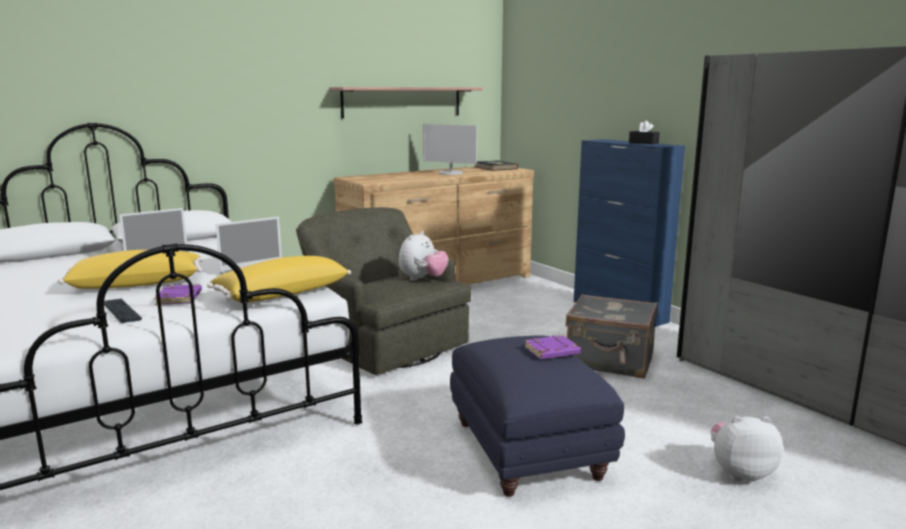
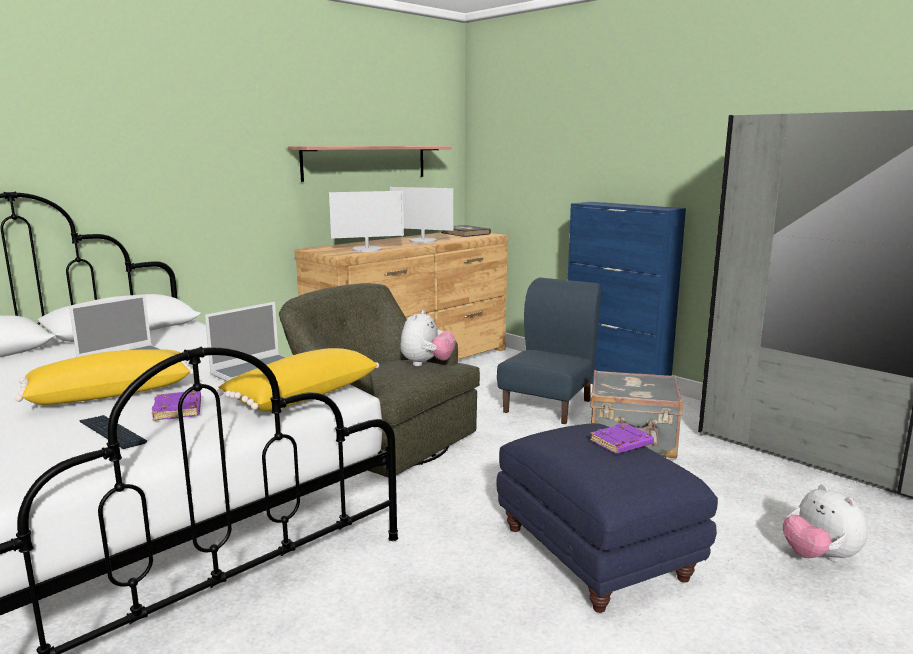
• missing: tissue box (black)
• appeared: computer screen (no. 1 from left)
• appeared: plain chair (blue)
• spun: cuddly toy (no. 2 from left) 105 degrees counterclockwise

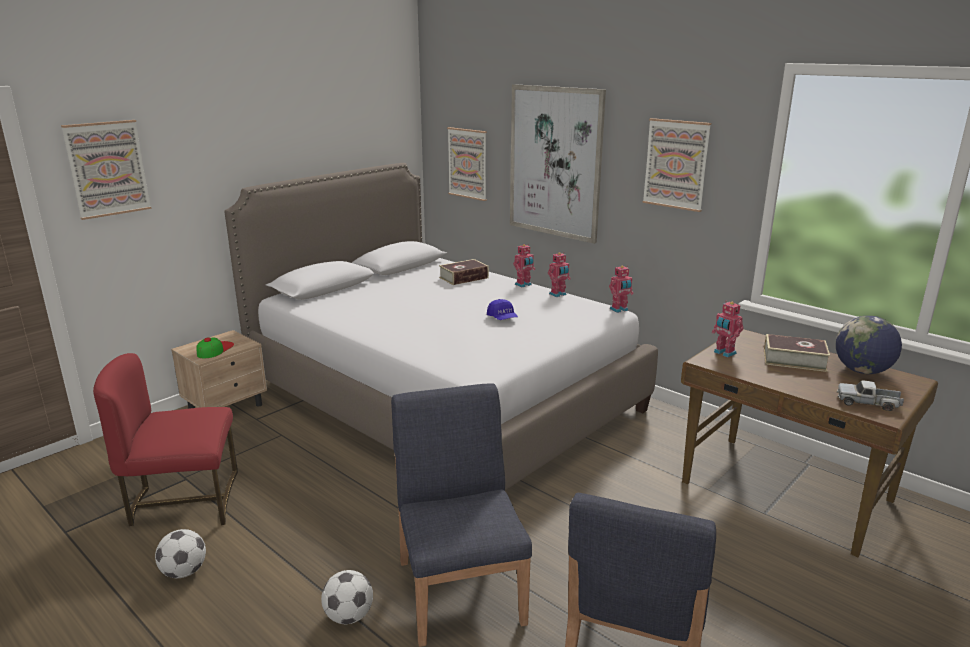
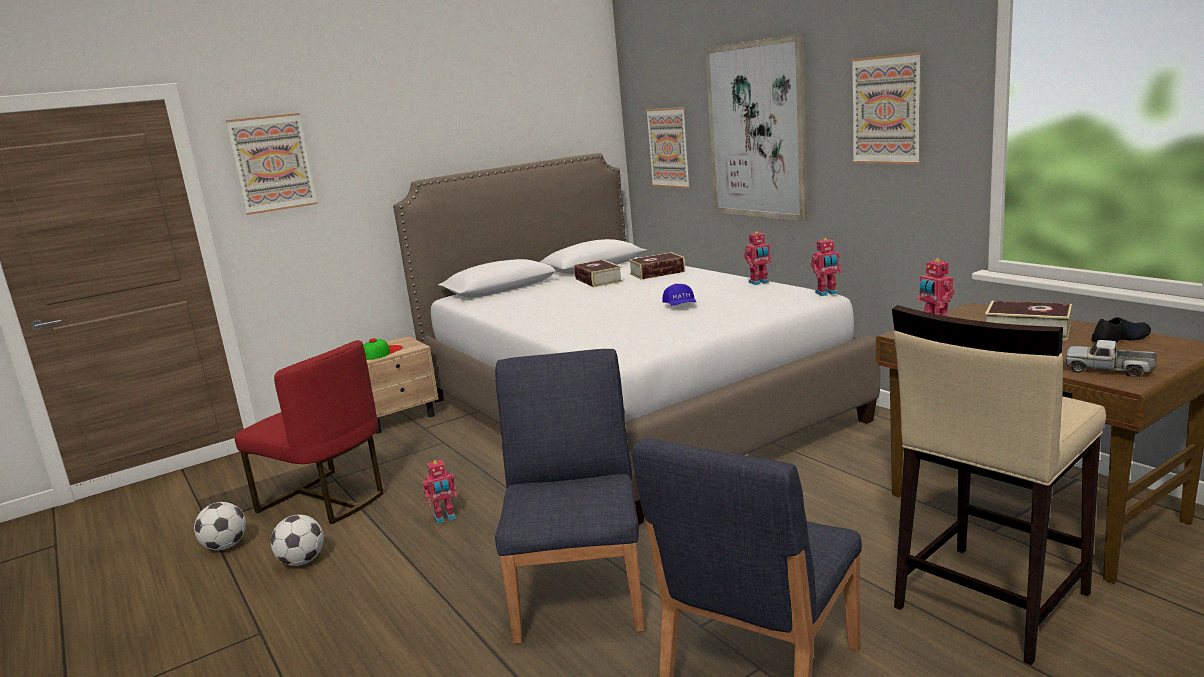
• appeared: book (no. 1 from left)
• appeared: stool seat (beige-coloured)
• relocated: football (no. 2 from left in the first image) to football (no. 1 from left)
• relocated: toy robot (no. 1 from left)
• exchanged: desk globe to item of footwear (black)
• spun: plain chair (red-coloured) 150 degrees counterclockwise

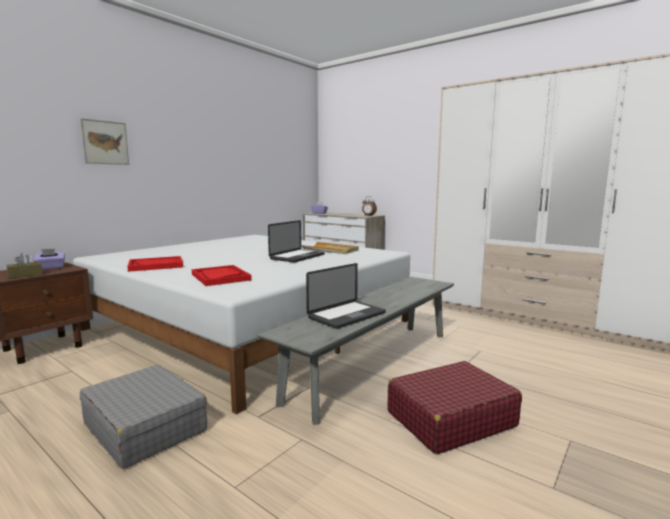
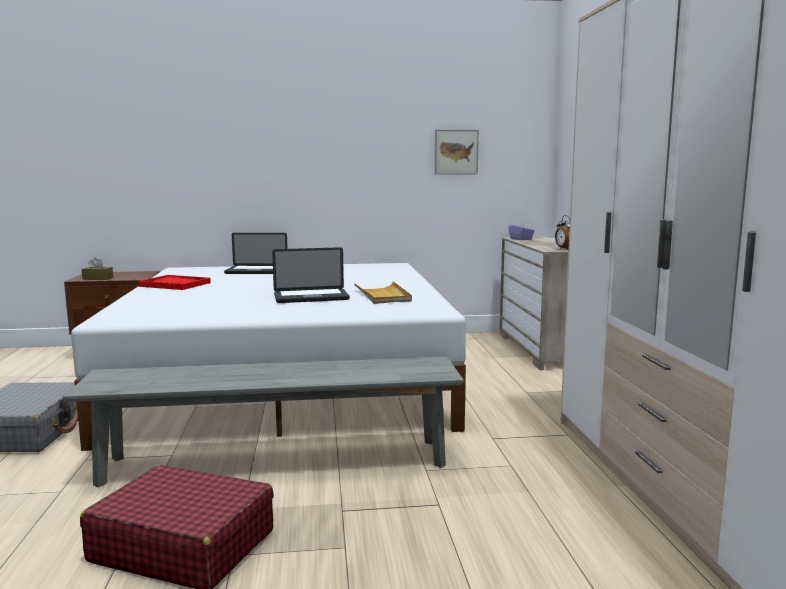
• missing: tissue box (purplish) (no. 1 from left)
• missing: serving tray (red-coloured) (no. 2 from left)
• relocated: wall art
• relocated: portable computer (no. 2 from left in the first image) to portable computer (no. 1 from left)

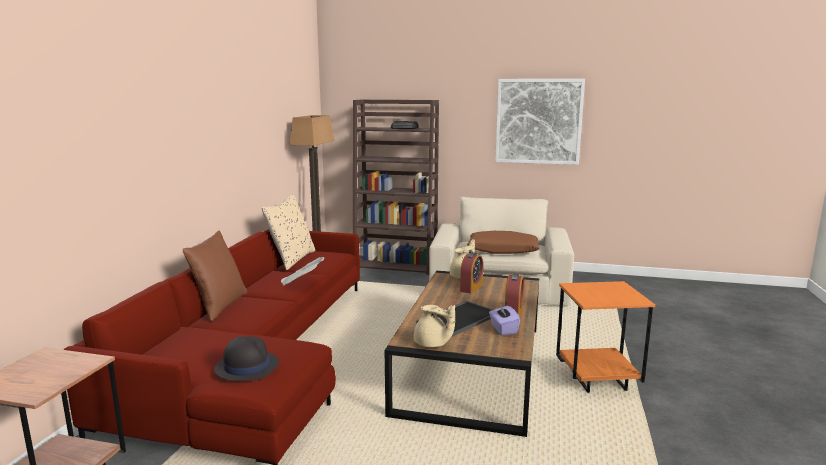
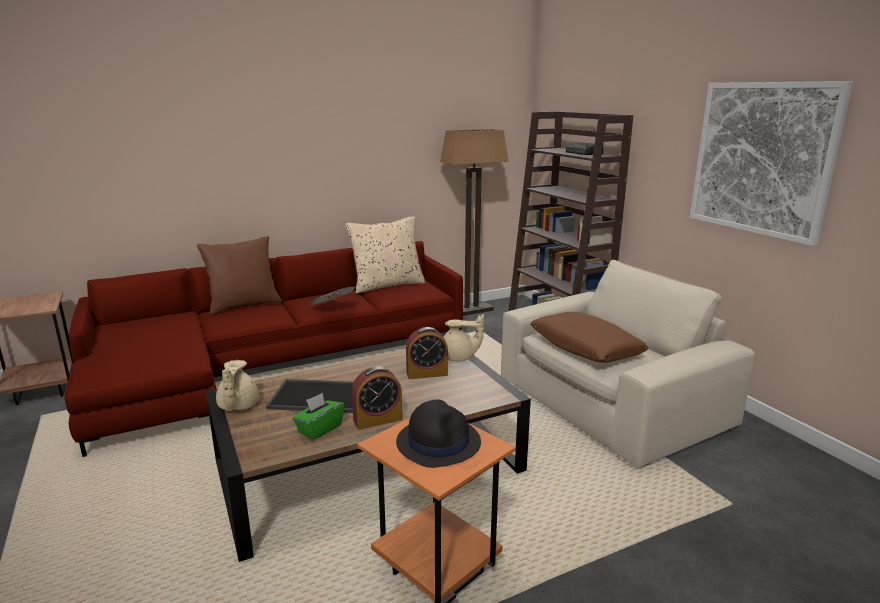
• relocated: hat (black)
• colour: tissue box (purplish) to tissue box (green-coloured)

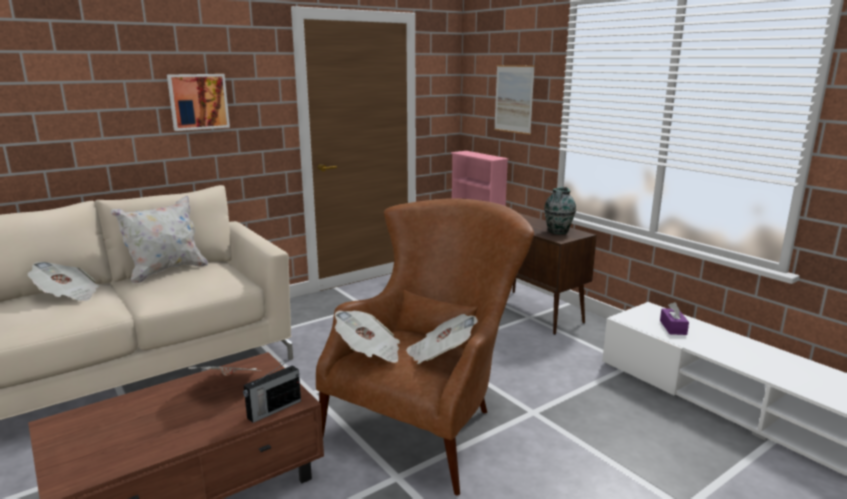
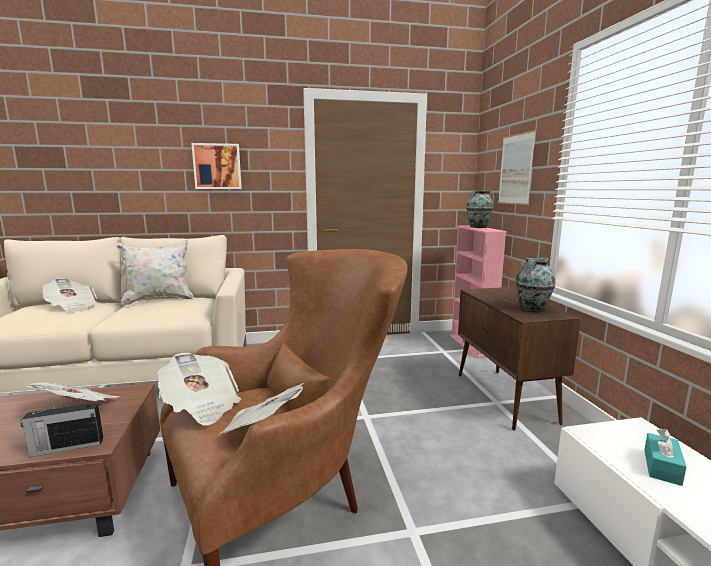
• appeared: decorative vase (no. 1 from left)
• colour: tissue box (purplish) to tissue box (turquoise)

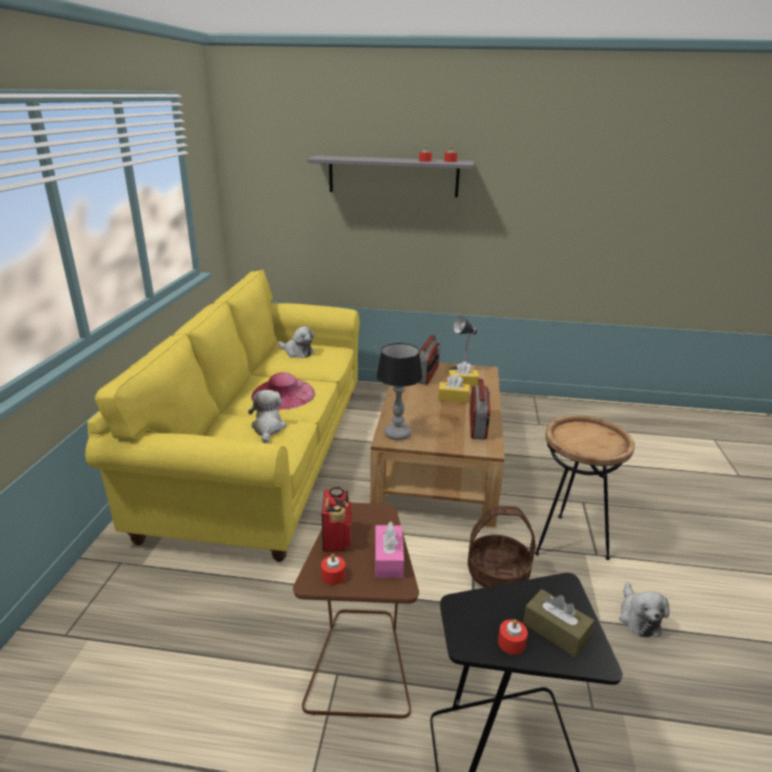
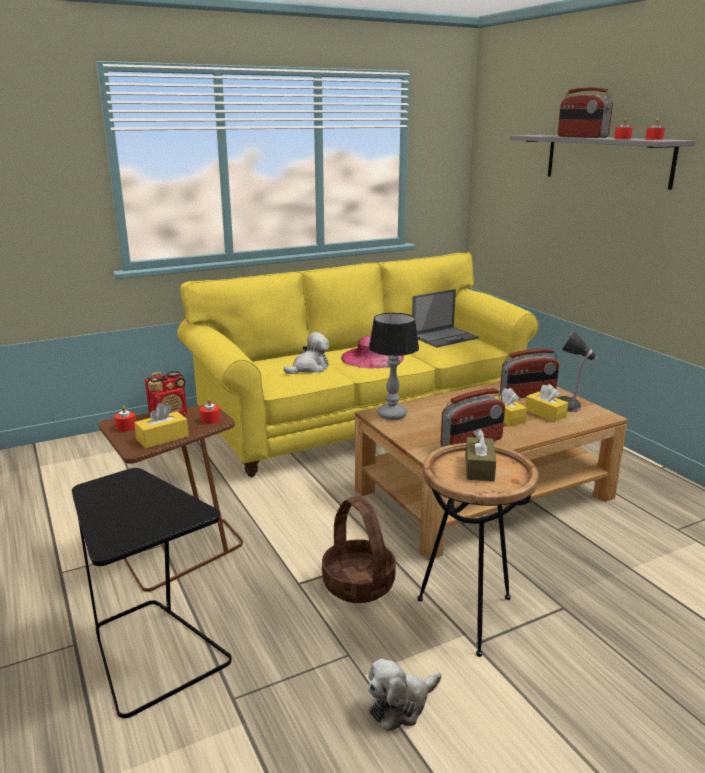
• appeared: radio (no. 4 from left)
• relocated: candle (red-coloured) (no. 4 from left in the first image) to candle (red-coloured) (no. 2 from left)
• relocated: tissue box (brown)
• exchanged: cuddly toy (no. 2 from left) to portable computer
• colour: tissue box (pinkish) to tissue box (yellowish) (no. 1 from left)

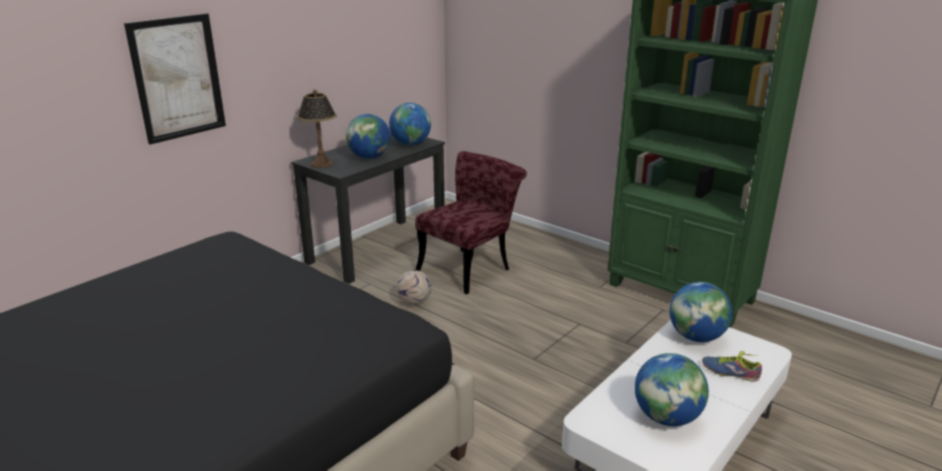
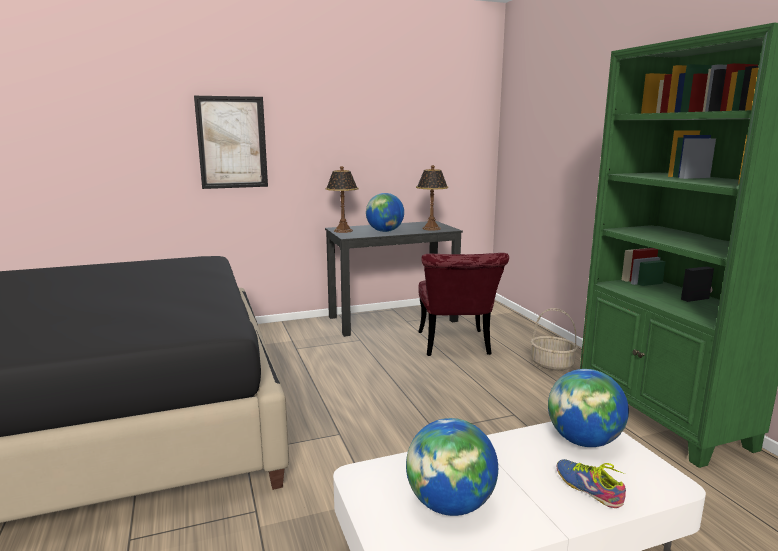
• missing: football
• appeared: storage basket
• exchanged: desk globe (no. 2 from left) to lamp for a table (no. 2 from left)
• spun: plain chair (red-coloured) 105 degrees clockwise

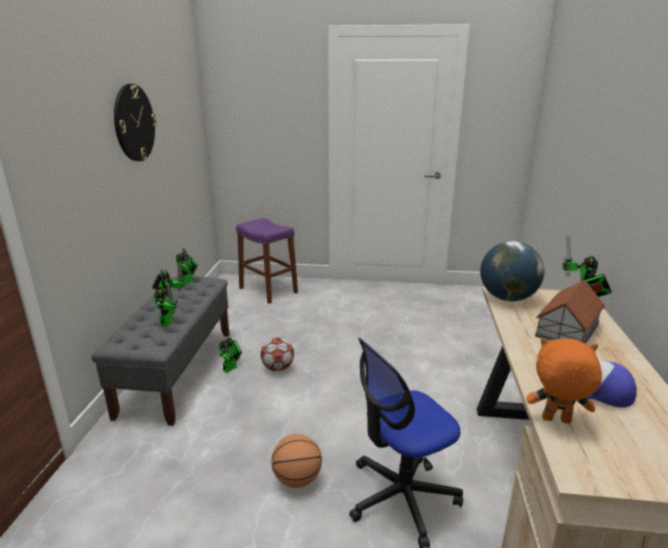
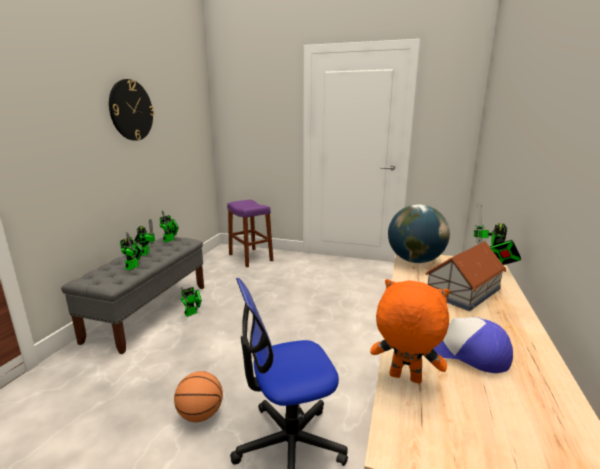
• missing: football

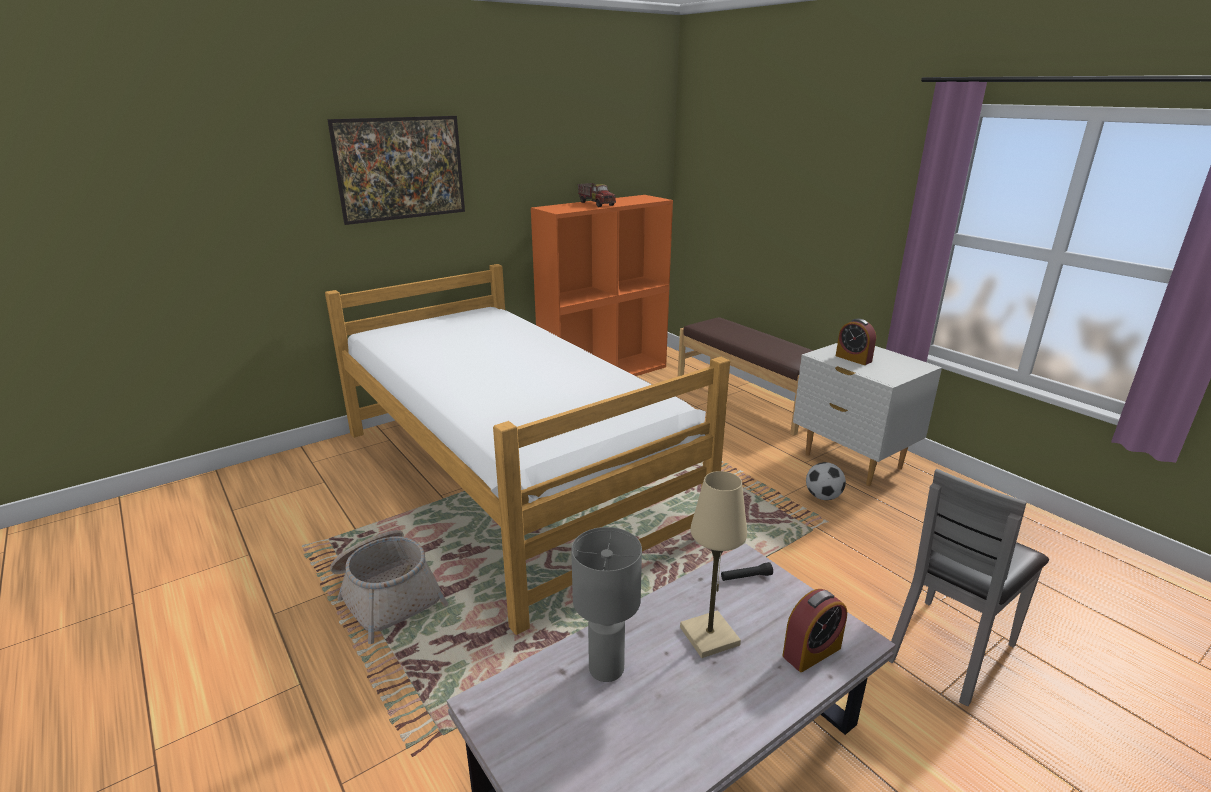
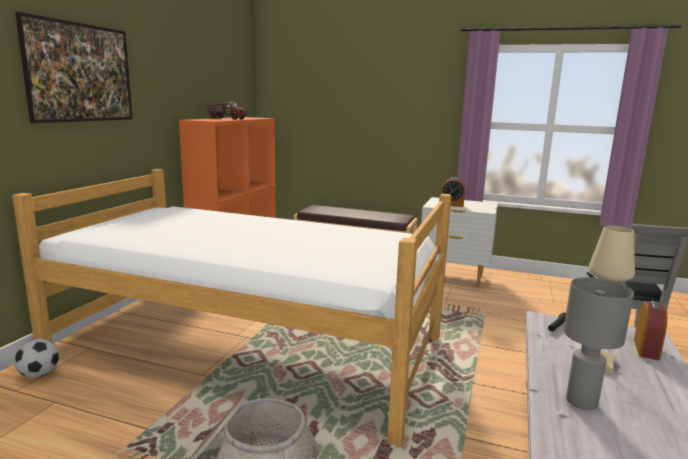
• relocated: football

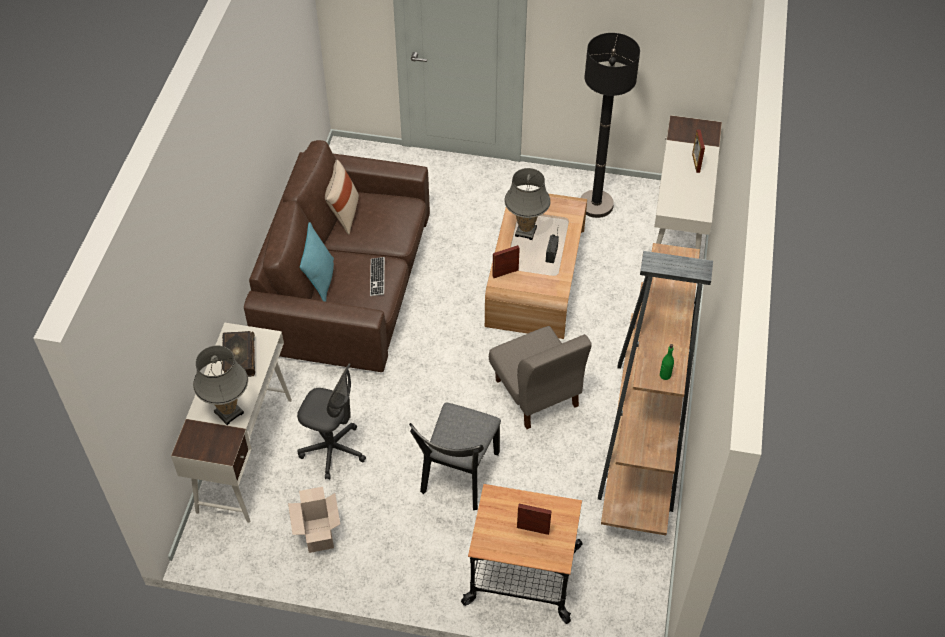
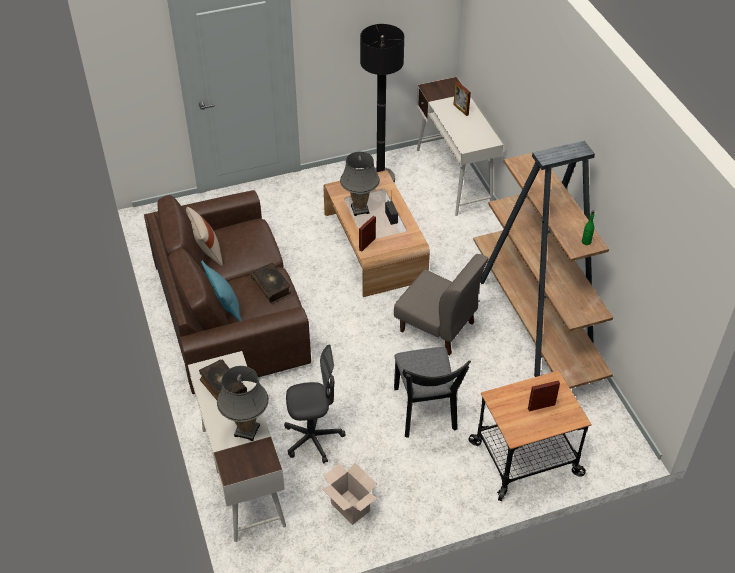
• exchanged: PC keyboard to book (no. 2 from left)

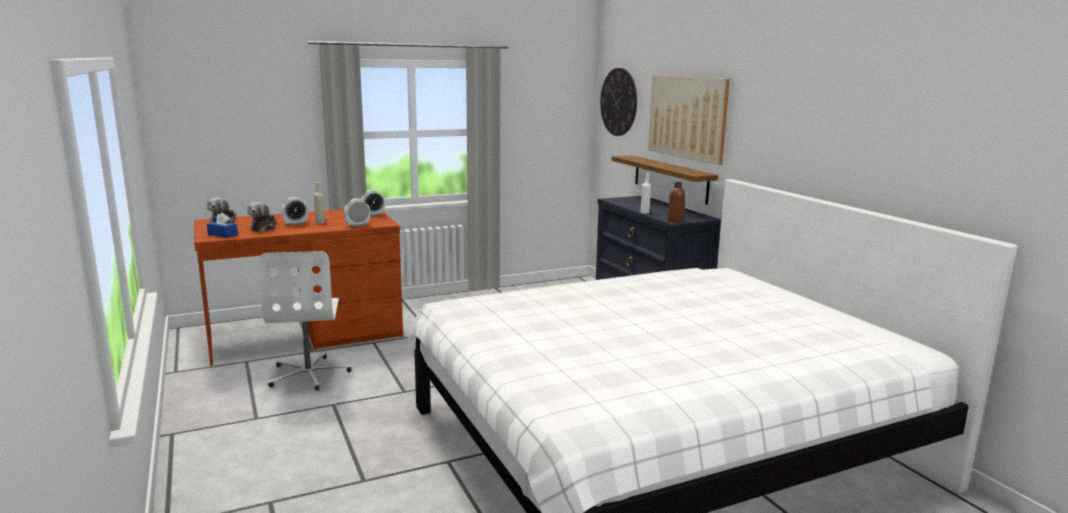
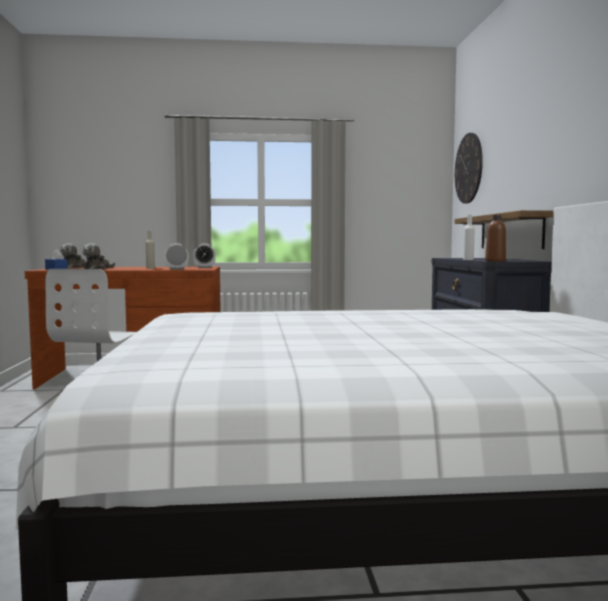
• missing: table clock (no. 1 from left)
• missing: wall art

